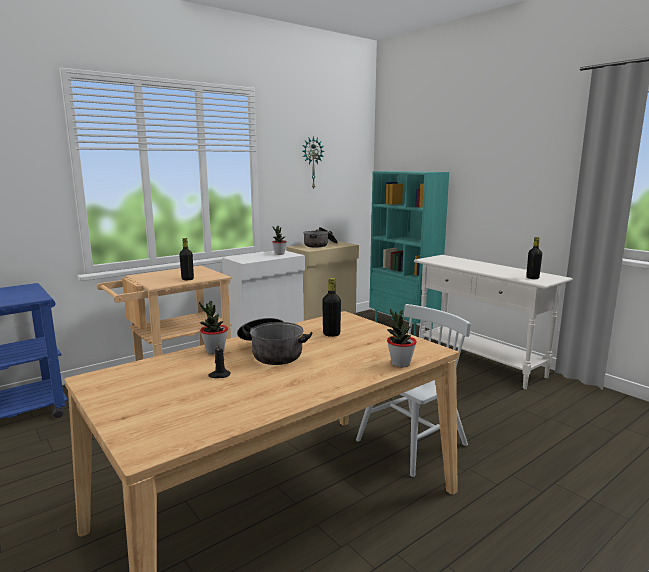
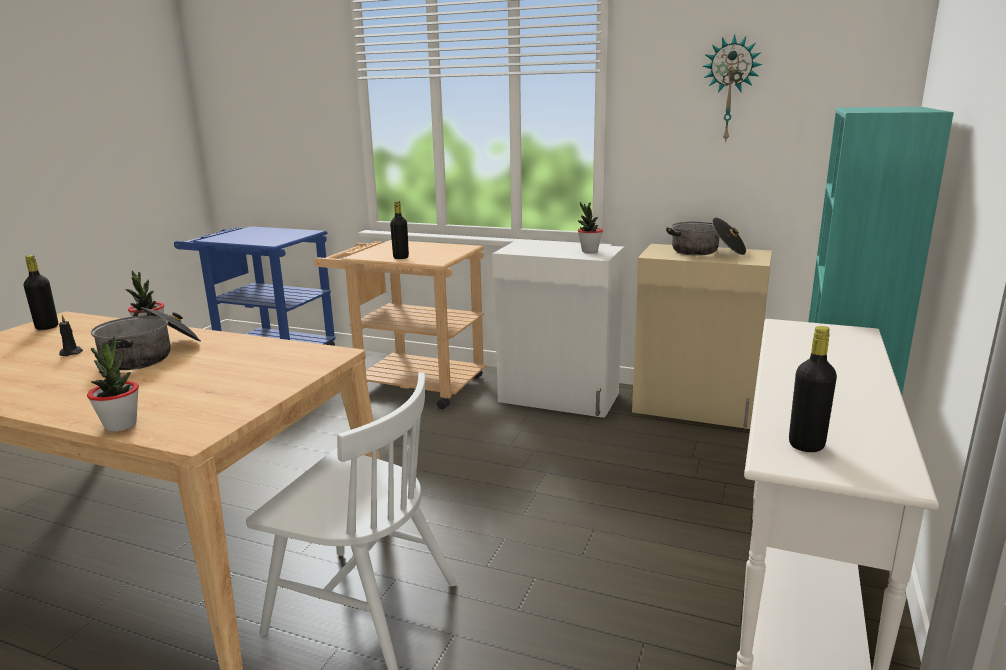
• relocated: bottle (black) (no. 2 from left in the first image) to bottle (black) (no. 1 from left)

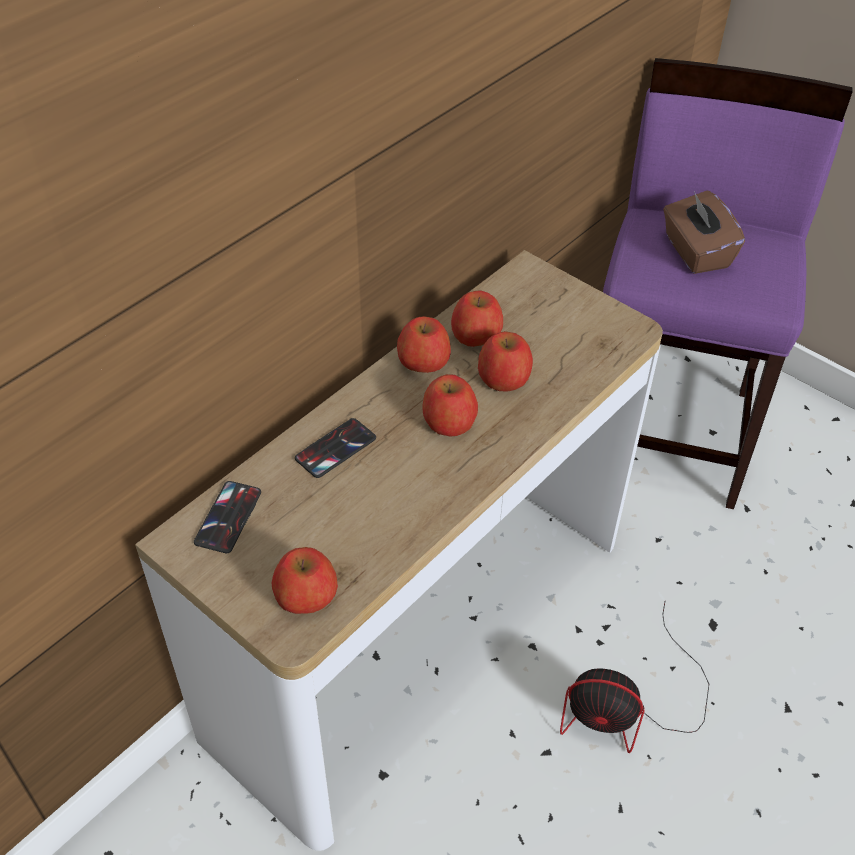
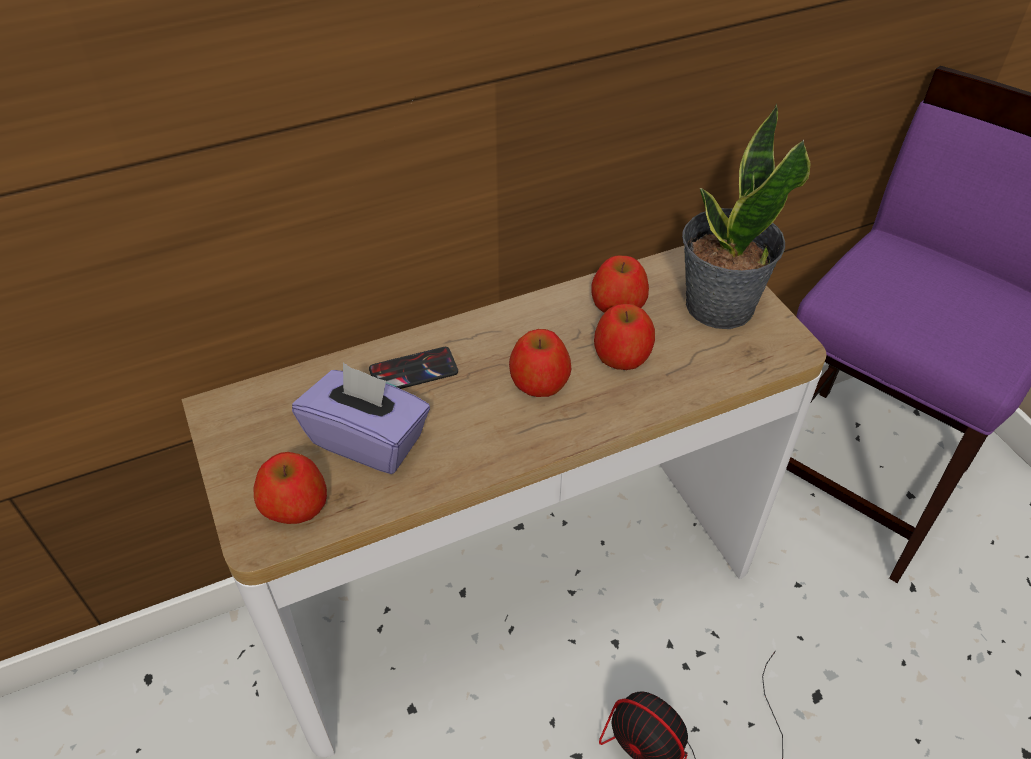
• missing: handset (no. 1 from left)
• missing: whole apple (no. 2 from left)
• missing: tissue box (brown)
• appeared: tissue box (purplish)
• appeared: houseplant

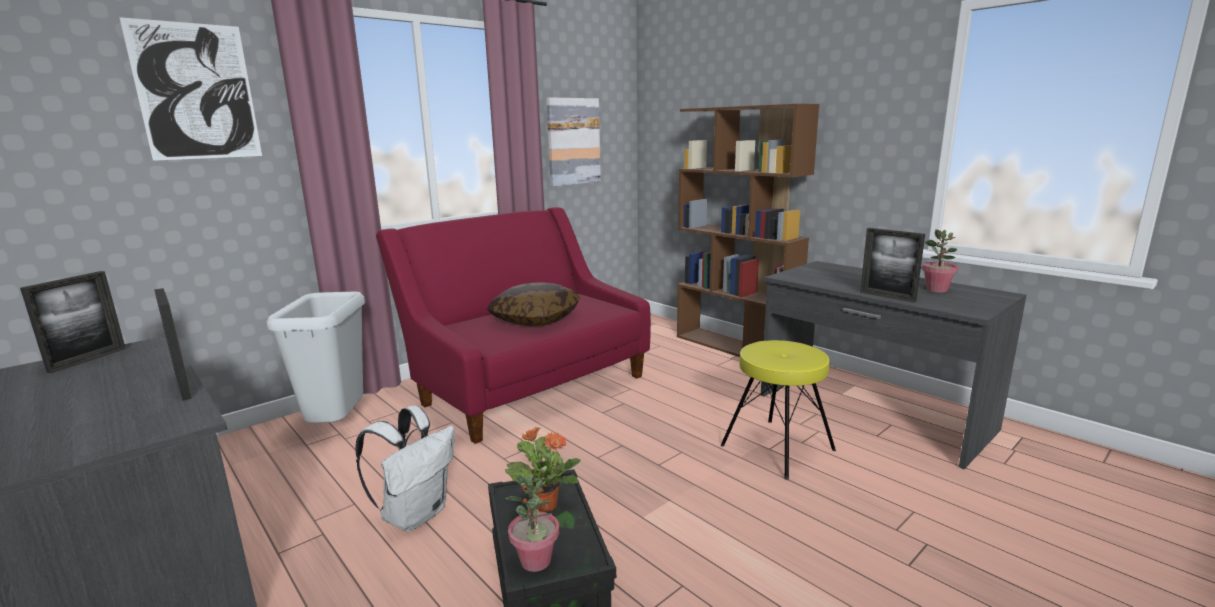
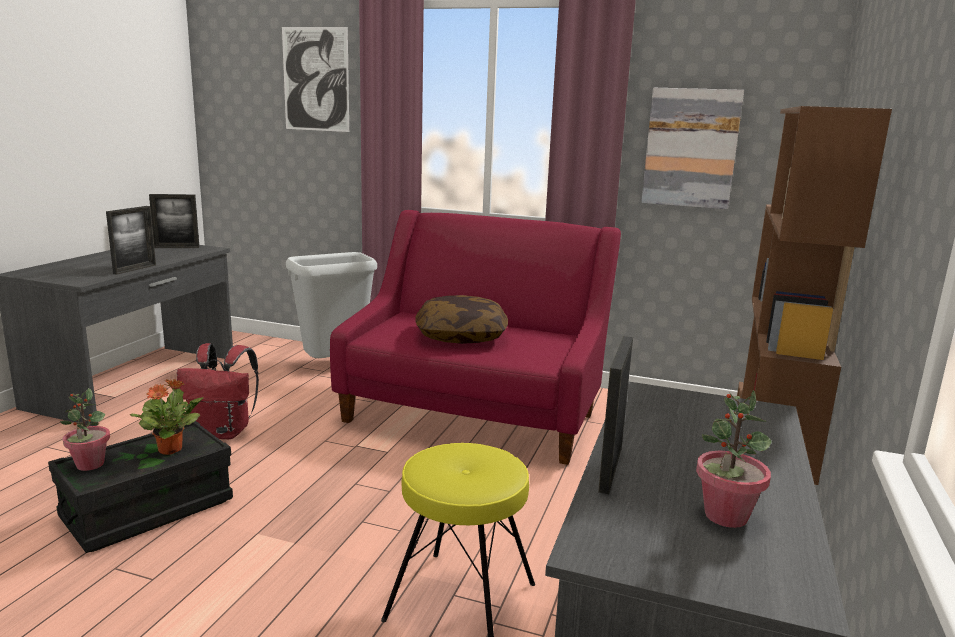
• colour: knapsack (whitish) to knapsack (red-coloured)

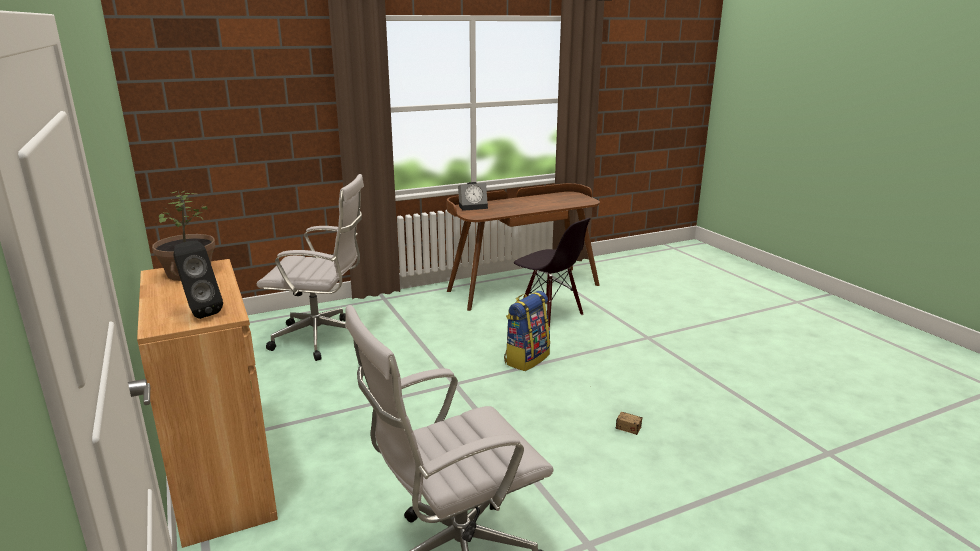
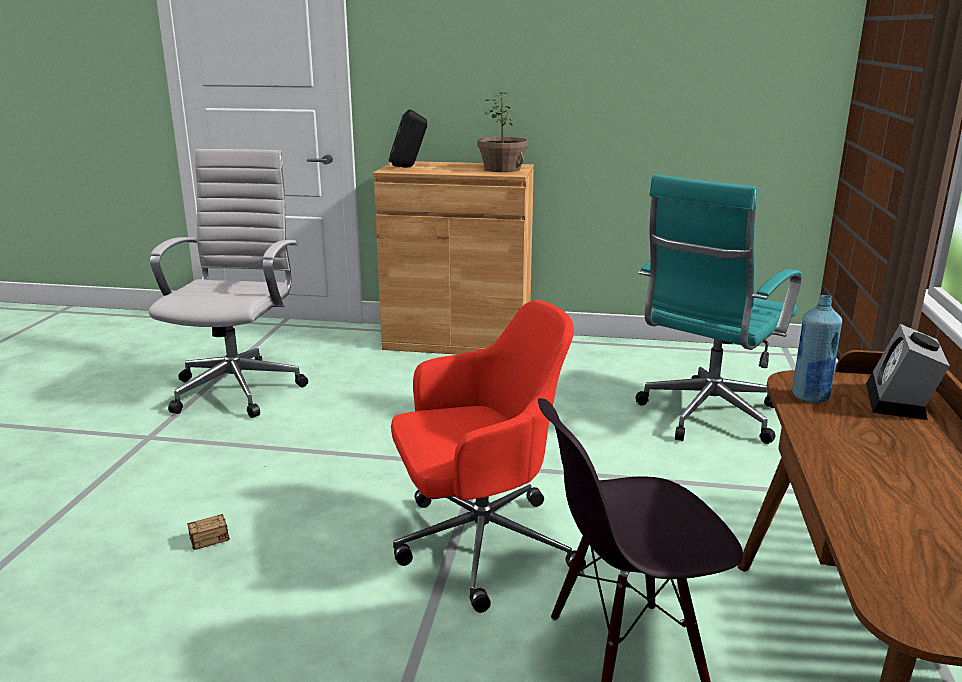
• appeared: bottle (blue)
• exchanged: knapsack to office chair (red-coloured)
• colour: office chair (whitish) (no. 1 from left) to office chair (turquoise)

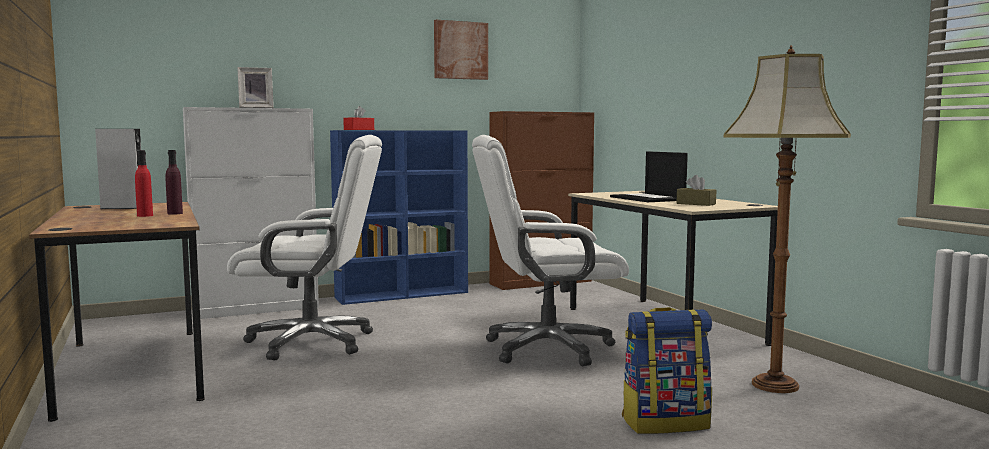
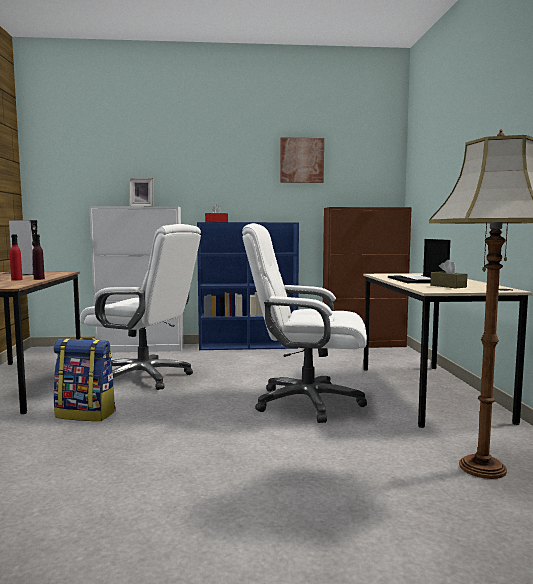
• relocated: knapsack

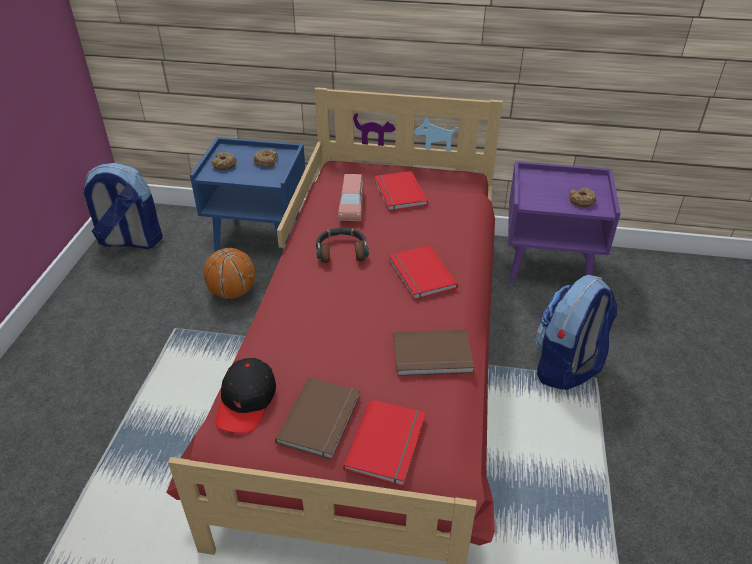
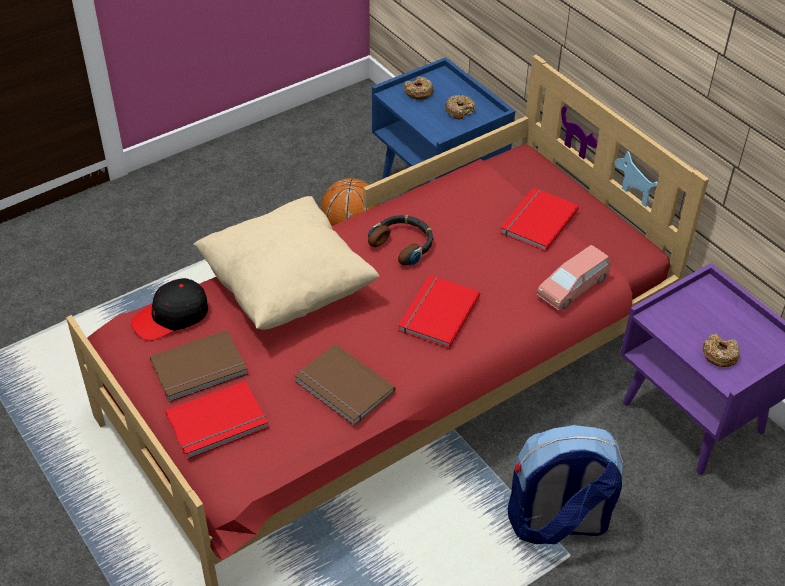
• missing: knapsack (no. 1 from left)
• appeared: pillow (beige-coloured)
• relocated: toy car (pinkish)

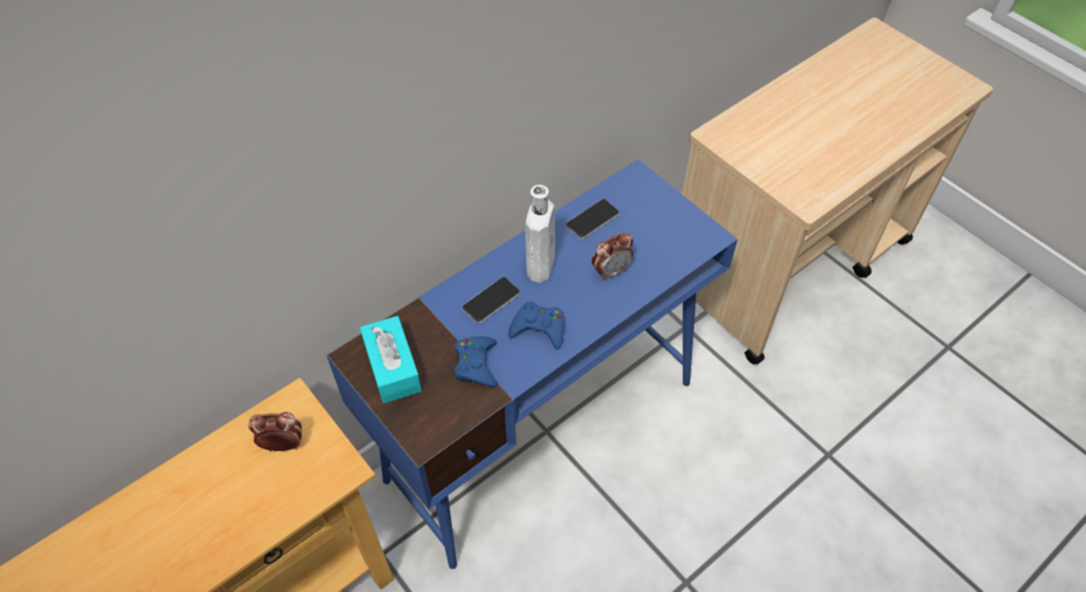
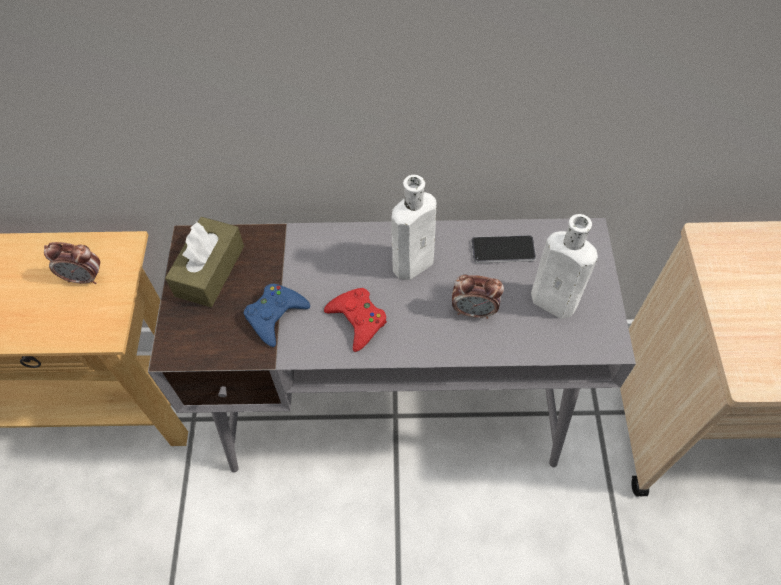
• missing: handset (no. 1 from left)
• appeared: bottle (whitish) (no. 2 from left)
• colour: desk unit (blue) to desk unit (grey)
• colour: tissue box (turquoise) to tissue box (brown)
• colour: game controller (blue) (no. 2 from left) to game controller (red-coloured)
• spun: table clock (no. 1 from left) 150 degrees clockwise

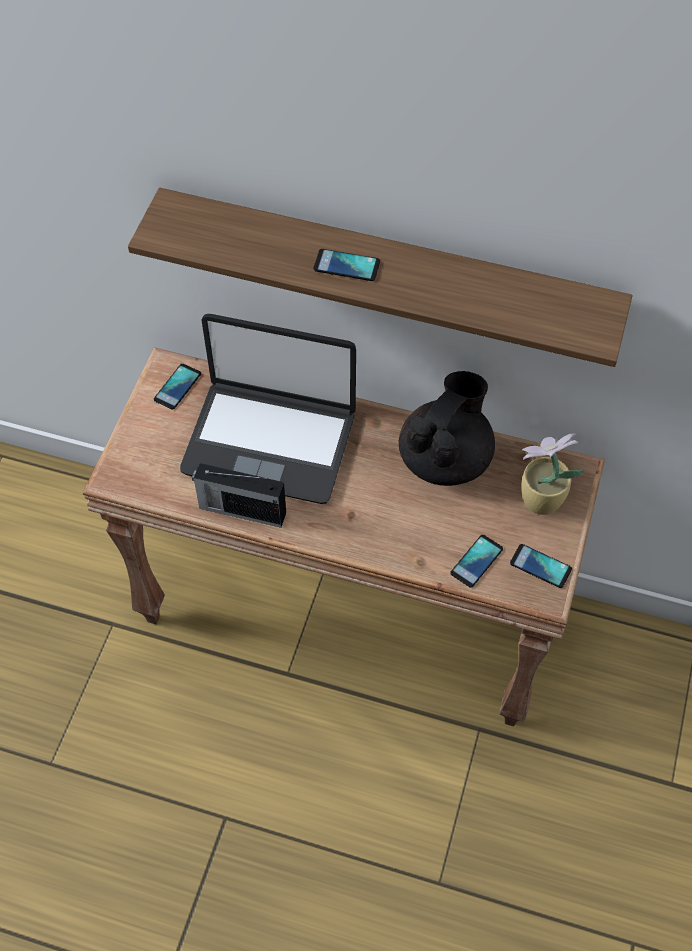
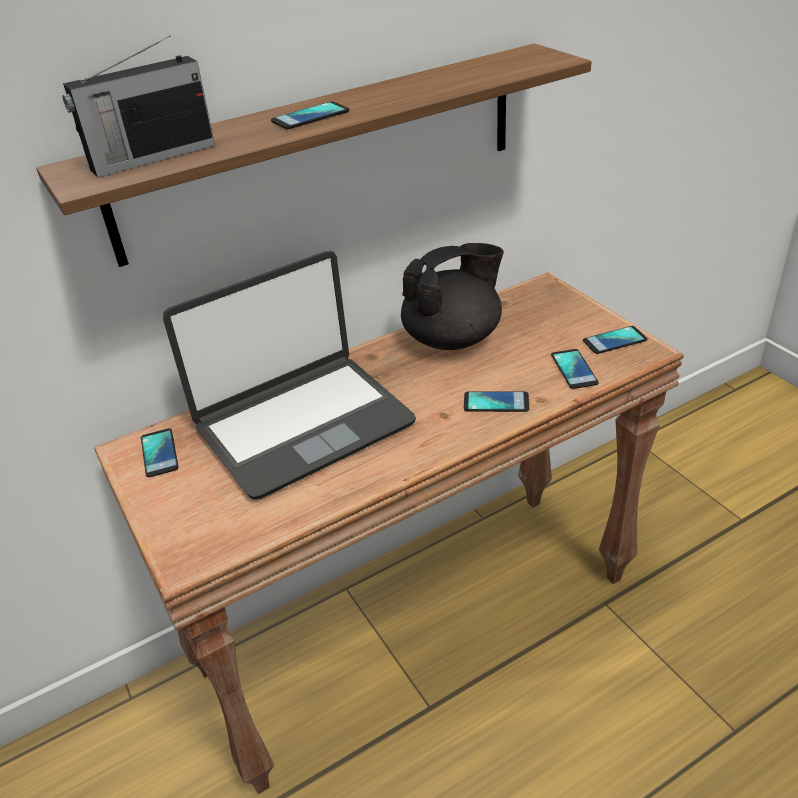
• missing: houseplant
• appeared: handset (no. 3 from left)
• relocated: radio
• spun: tea pot (black) 75 degrees clockwise

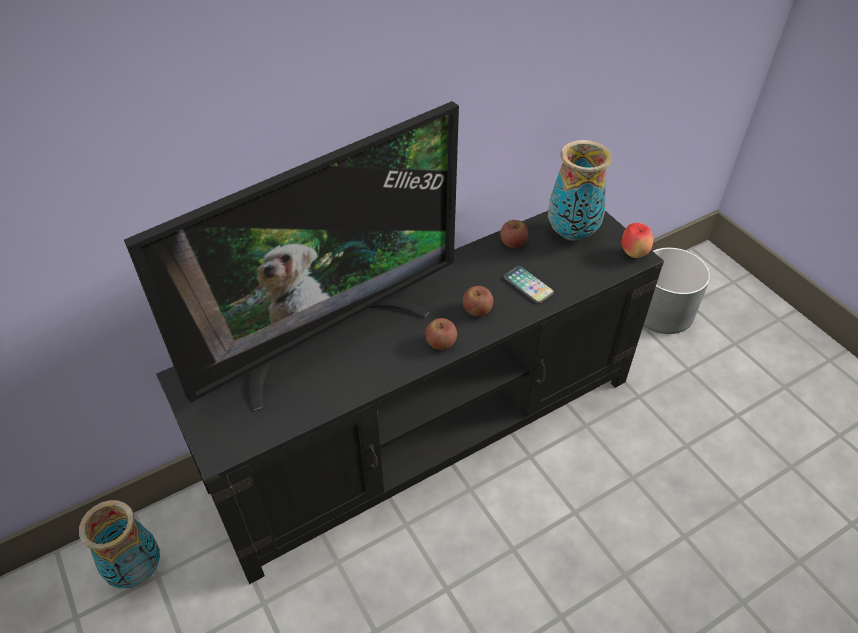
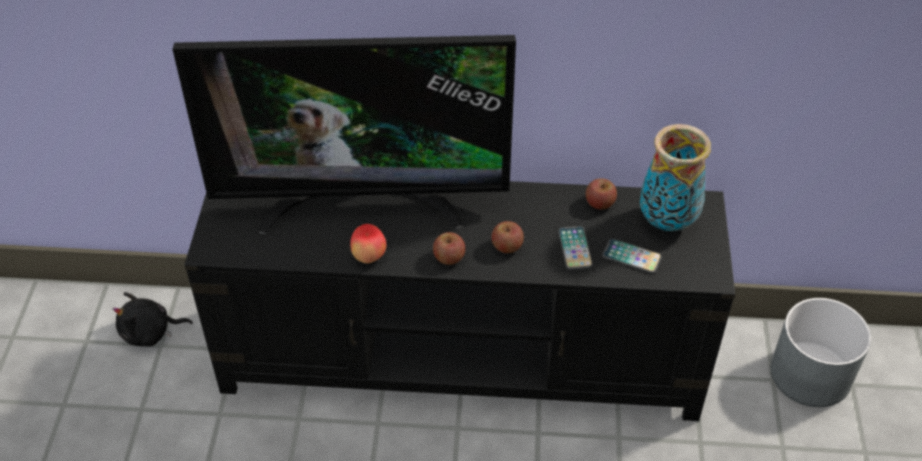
• appeared: handset (no. 2 from left)
• relocated: whole apple (no. 4 from left in the first image) to whole apple (no. 1 from left)
• exchanged: decorative vase (no. 1 from left) to cuddly toy (black)

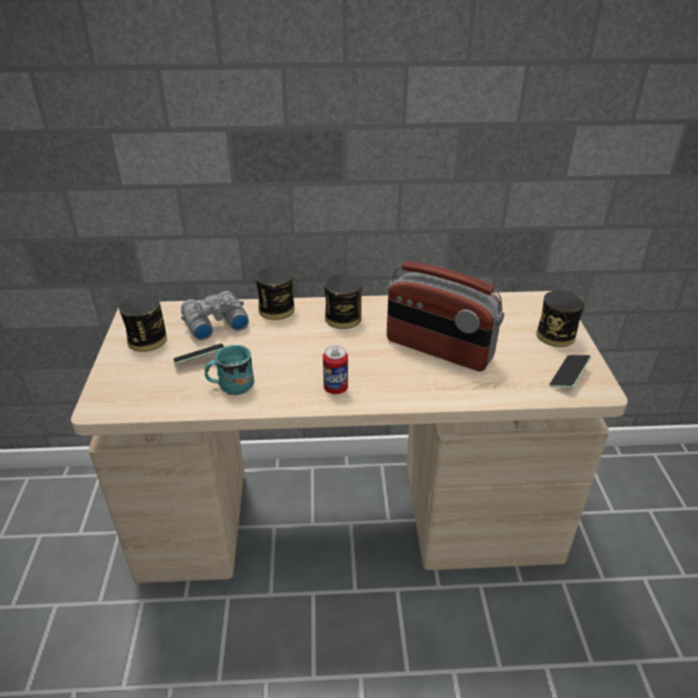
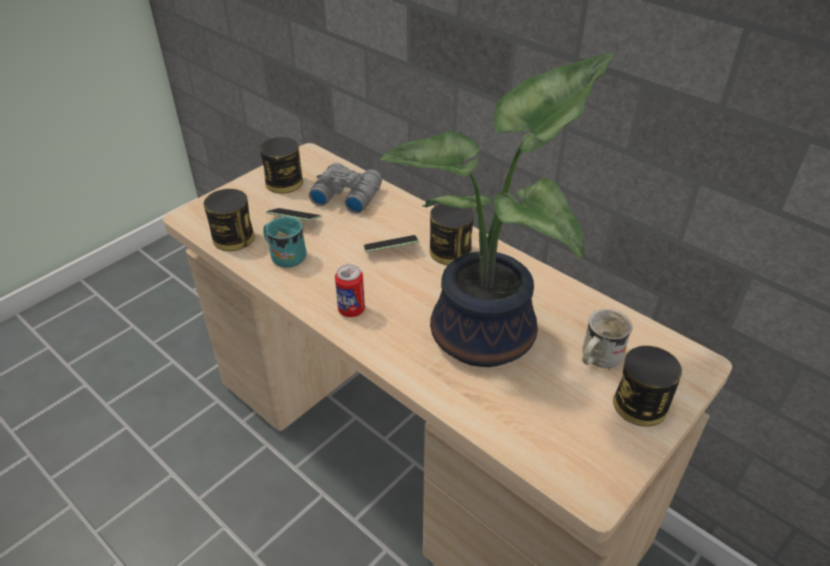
• appeared: coffee mug (whitish)
• relocated: metal can (no. 2 from left in the first image) to metal can (no. 1 from left)
• relocated: handset (no. 2 from left)
• exchanged: radio to houseplant

